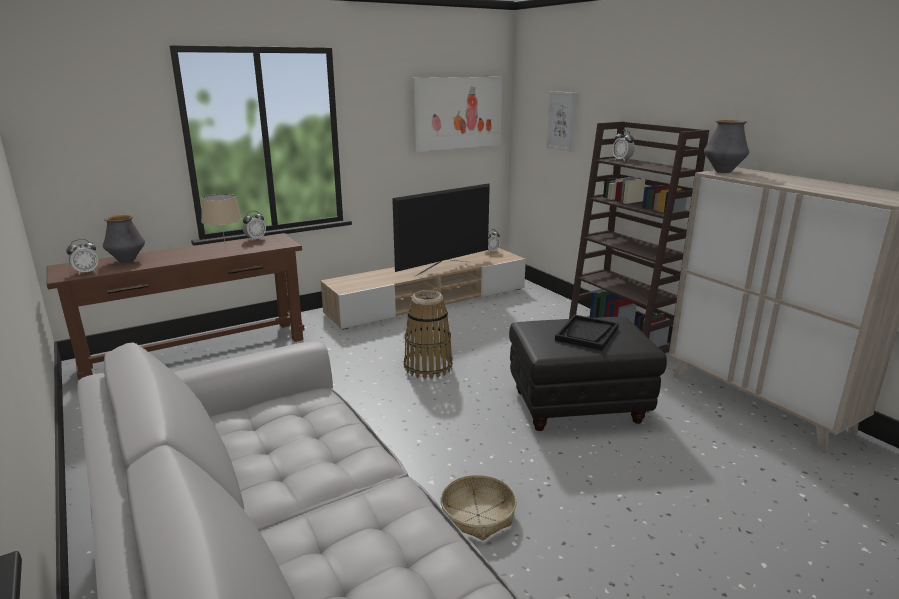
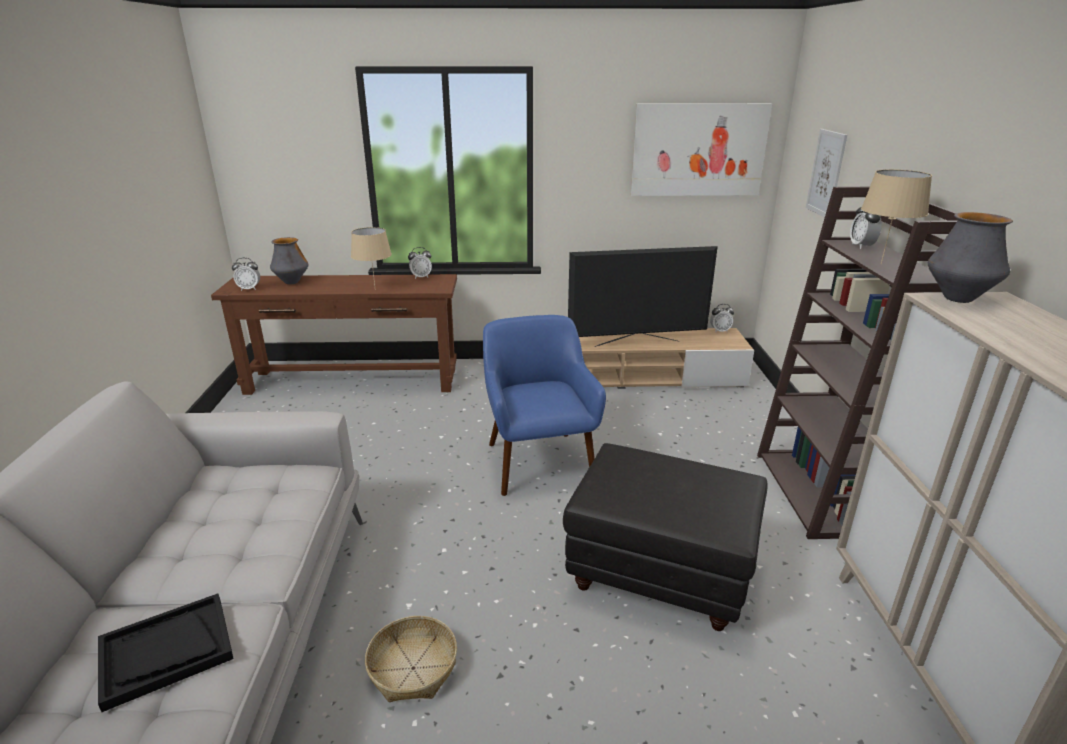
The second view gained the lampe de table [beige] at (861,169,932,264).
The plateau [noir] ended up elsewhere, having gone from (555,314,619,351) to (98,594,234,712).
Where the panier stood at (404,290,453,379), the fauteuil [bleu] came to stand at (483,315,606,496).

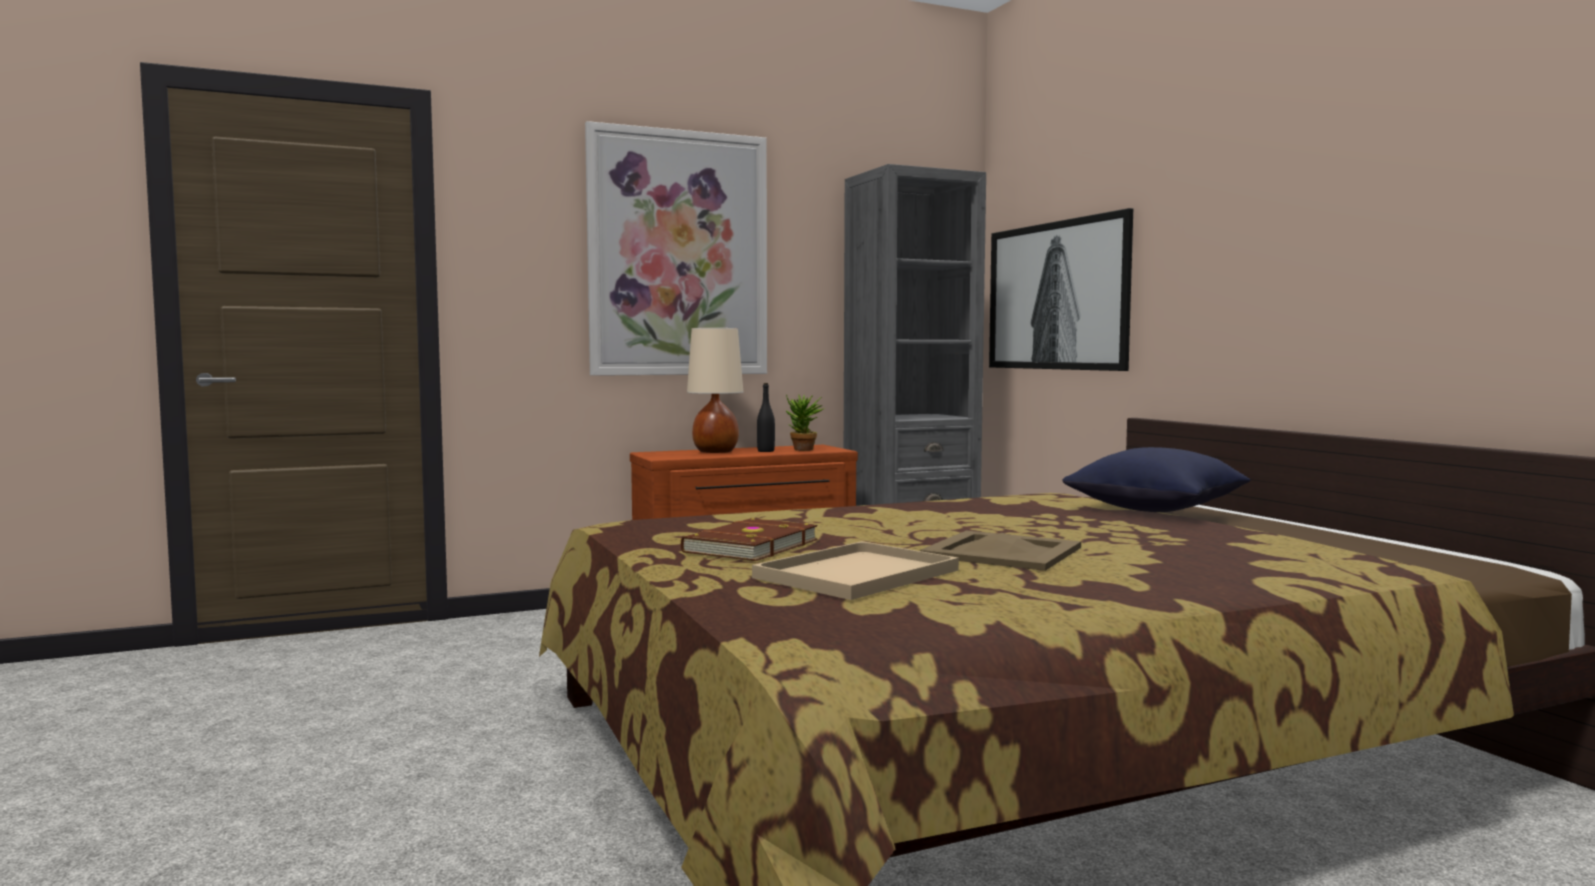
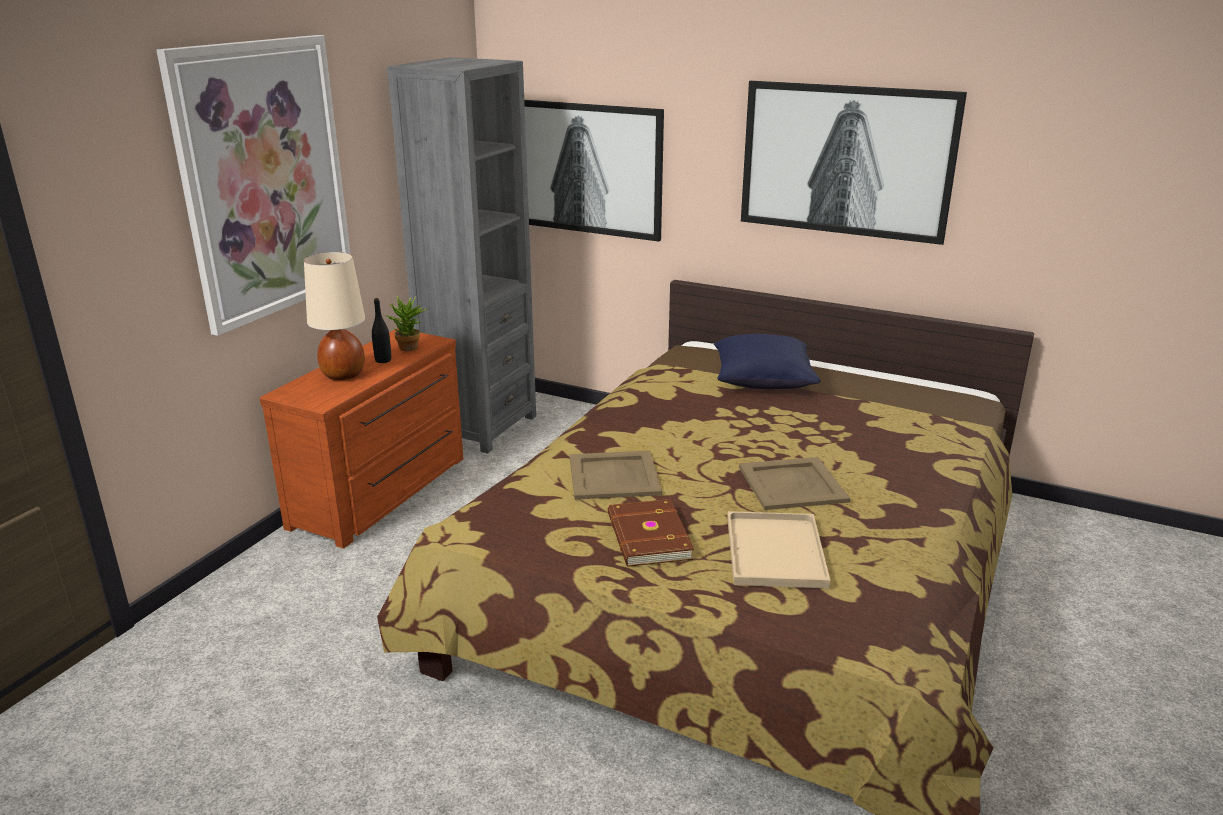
The second view gained the plateau [beige] at (570,451,662,500).
The second view gained the tableau at (741,81,967,245).

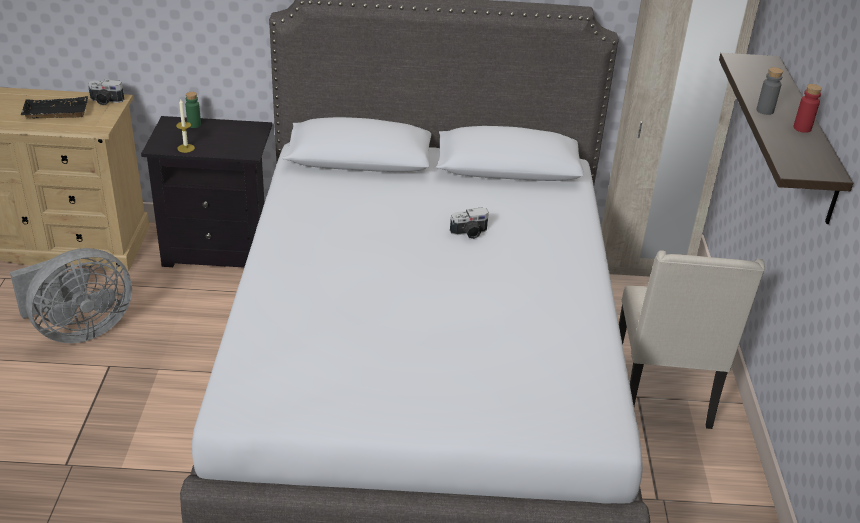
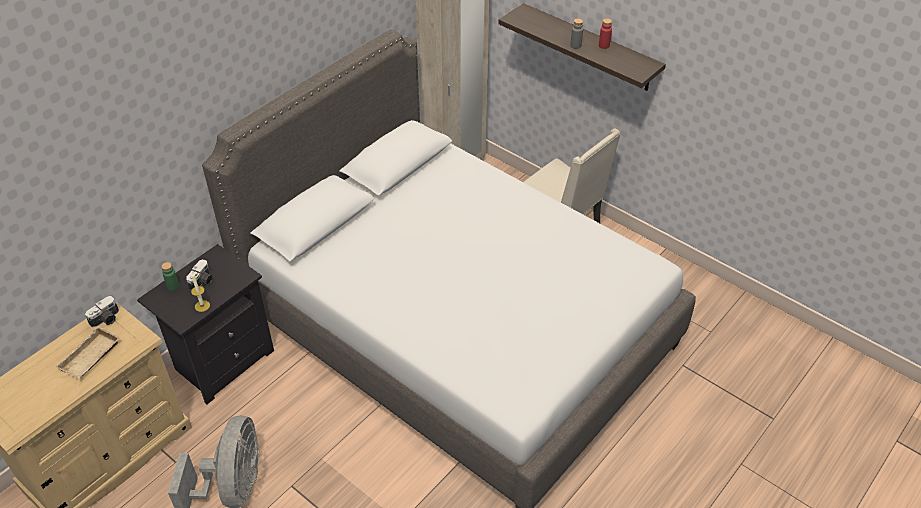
The appareil photo ended up elsewhere, having gone from (450,208,489,239) to (186,259,213,290).
What was the plateau [noir] at (21,96,88,118) turned into the plateau [beige] at (56,326,120,379).

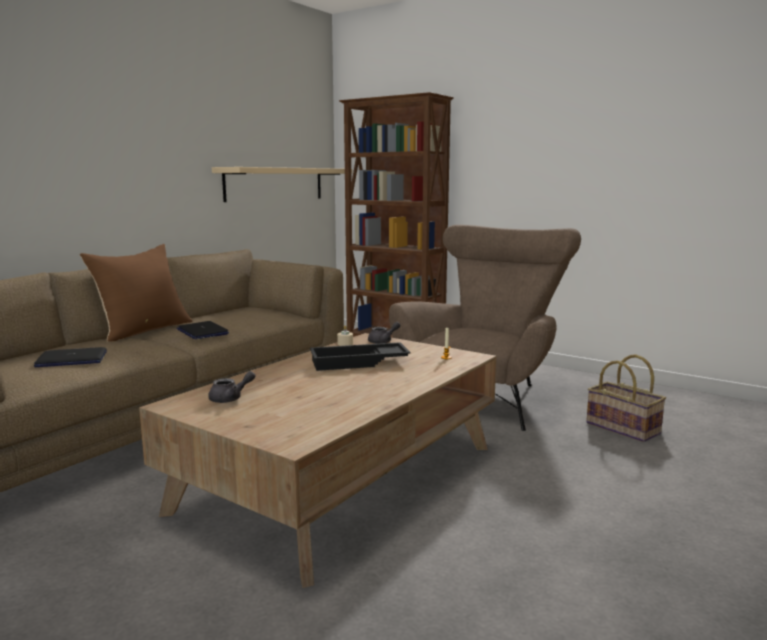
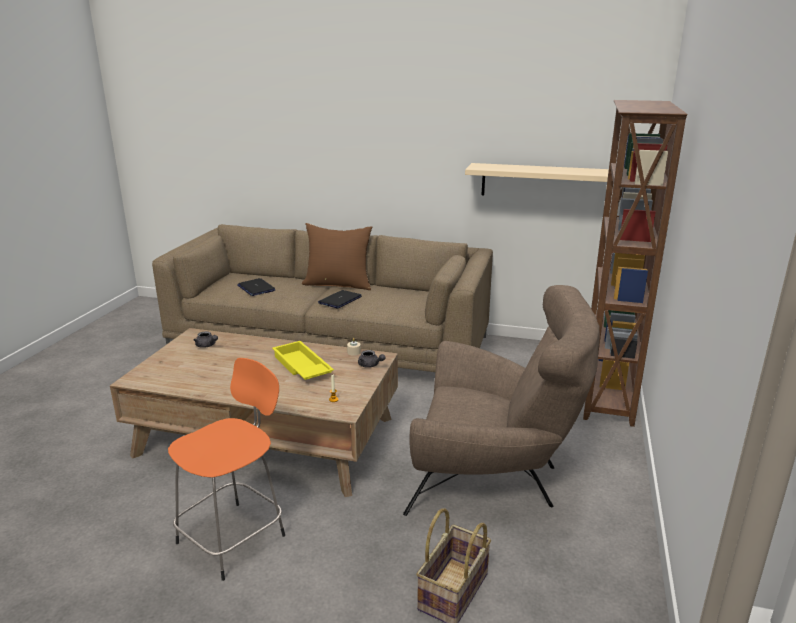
The second view gained the tabouret [orange] at (168,358,285,581).
What was the plateau [noir] at (310,342,411,371) turned into the plateau [jaune] at (272,341,334,380).

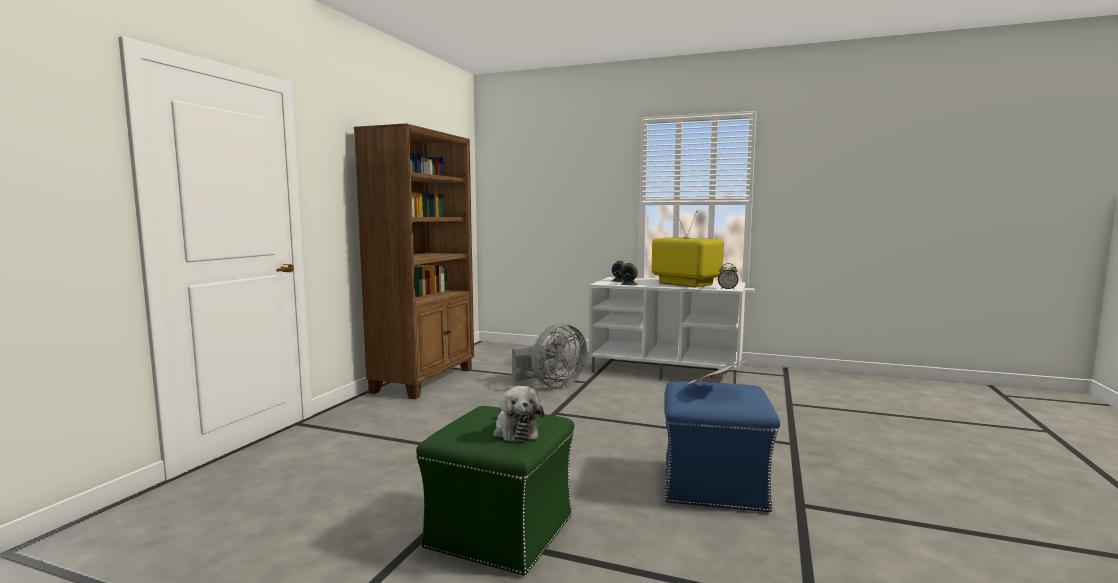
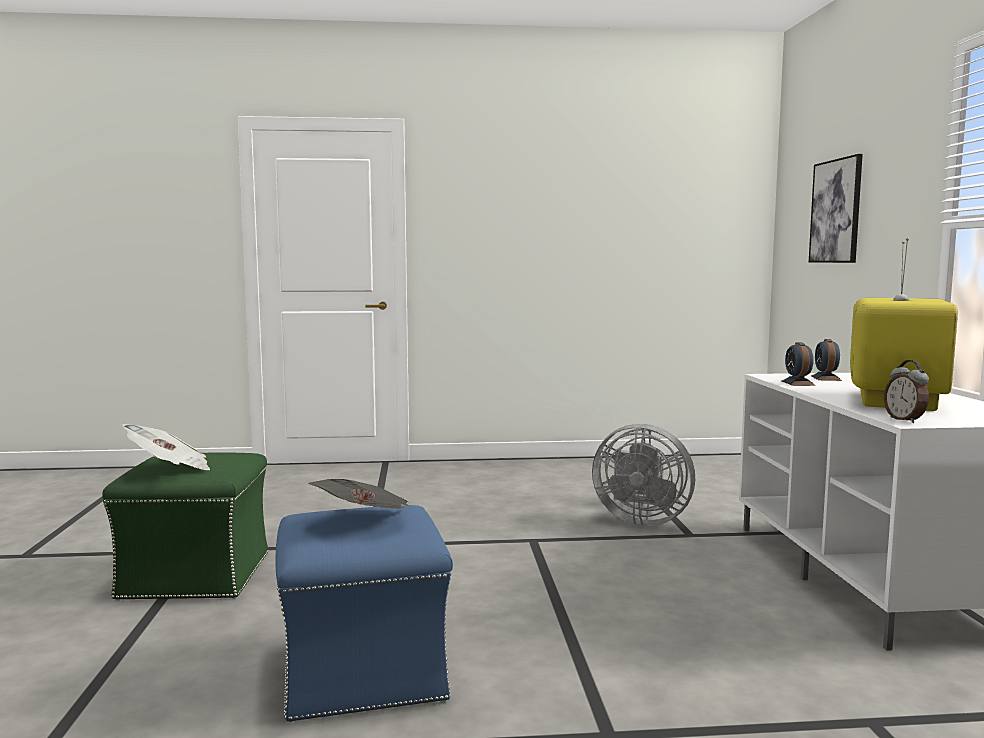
The second view lost the bibliothèque [marron] at (354,123,474,399).
The second view gained the tableau at (809,154,863,263).
Where the peluche stood at (494,386,544,442), the journal came to stand at (122,424,210,470).

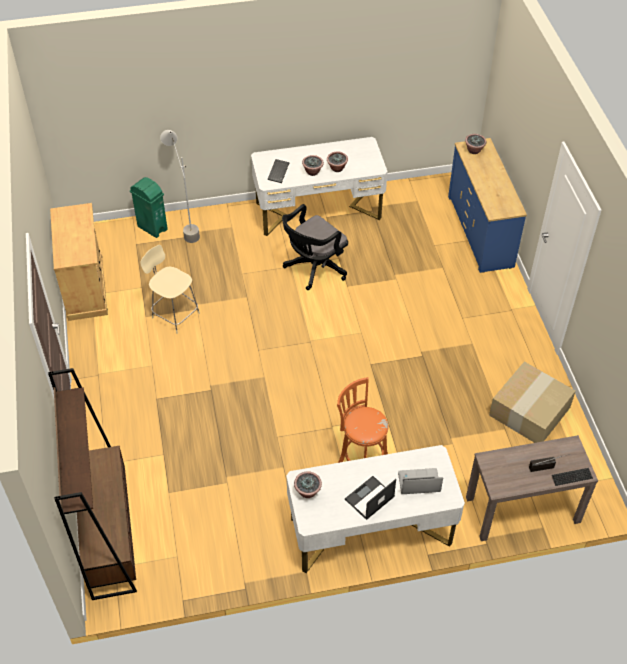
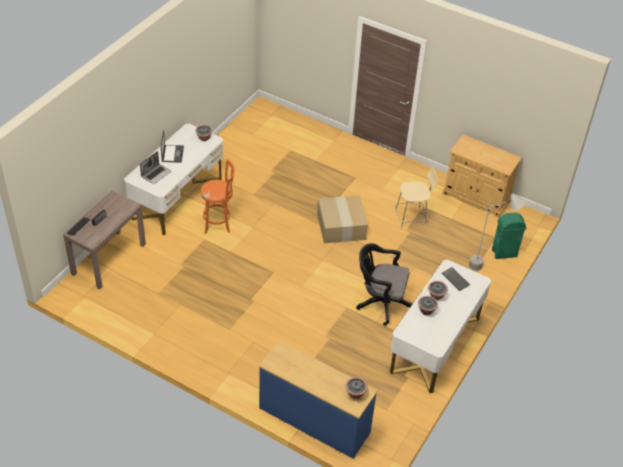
The second view lost the bibliothèque [marron] at (48,368,137,600).
The carton ended up elsewhere, having gone from (489,361,576,443) to (317,195,368,243).
The chaise de bureau [noir] at (282,204,348,290) ended up facing another way, 75 degrees counterclockwise from before.

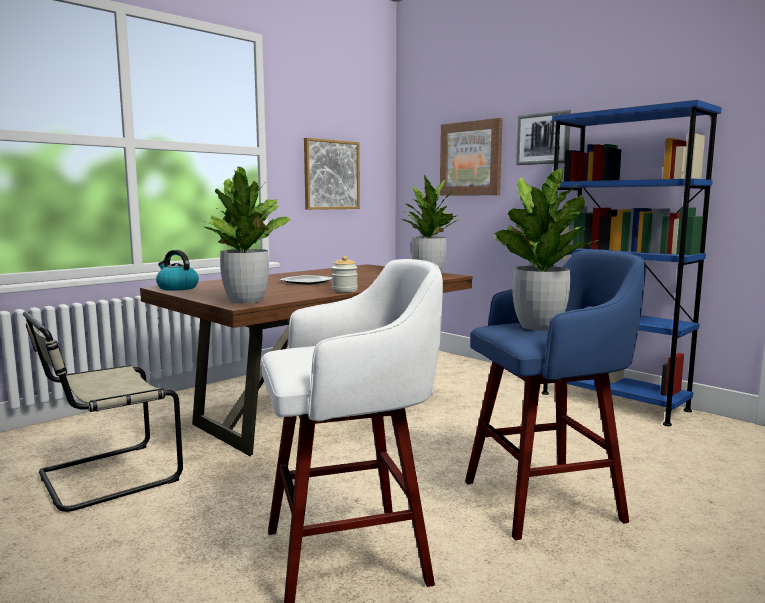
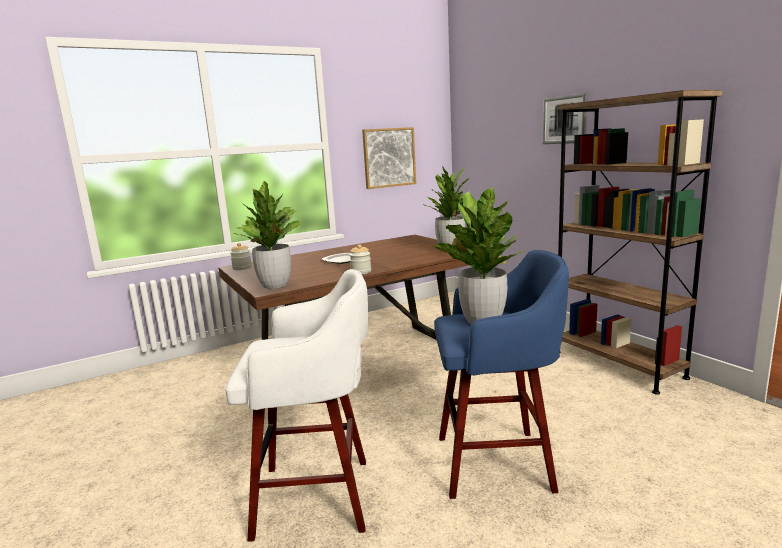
The second view lost the chaise [beige] at (23,311,183,512).
The second view lost the tableau at (440,118,503,196).
Where the bouilloire stood at (156,250,199,291), the bocal came to stand at (230,243,252,270).
What was the bibliothèque [bleu] at (542,100,722,426) turned into the bibliothèque [marron] at (558,90,722,395).

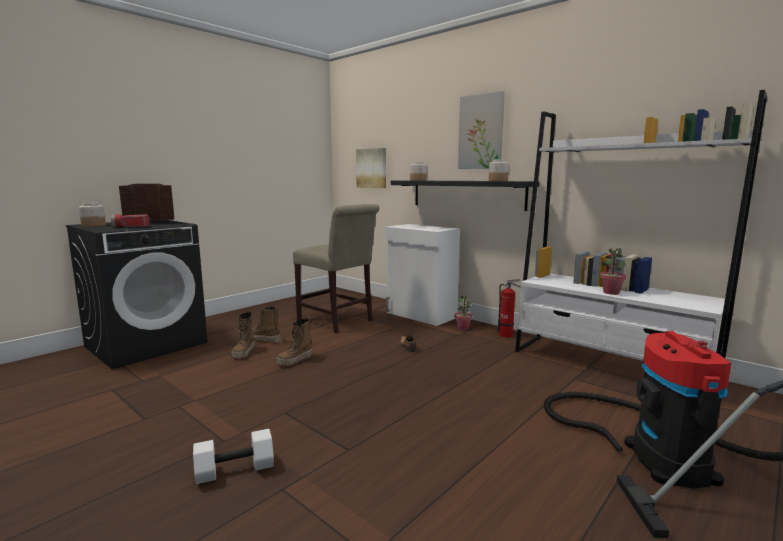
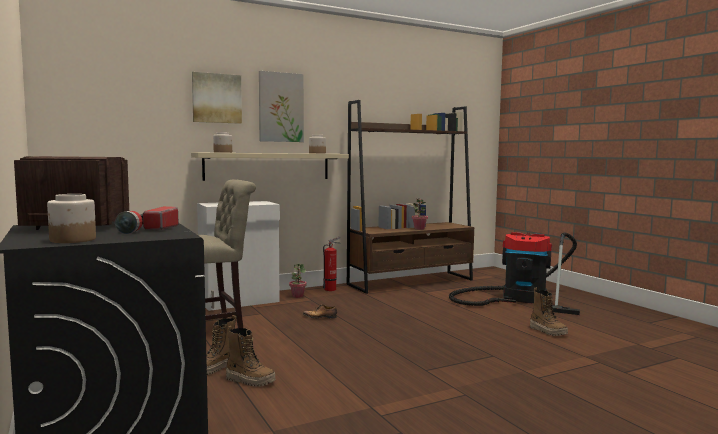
The second view lost the haltère [blanc] at (193,429,274,484).
The botte ended up elsewhere, having gone from (277,316,312,366) to (530,288,568,336).
The tableau ended up elsewhere, having gone from (356,148,386,188) to (192,72,242,124).
What was the étagère [noir] at (391,180,539,211) turned into the étagère [beige] at (191,152,349,181).
What was the bibliothèque [blanc] at (515,90,767,359) turned into the bibliothèque [marron] at (347,100,474,294).

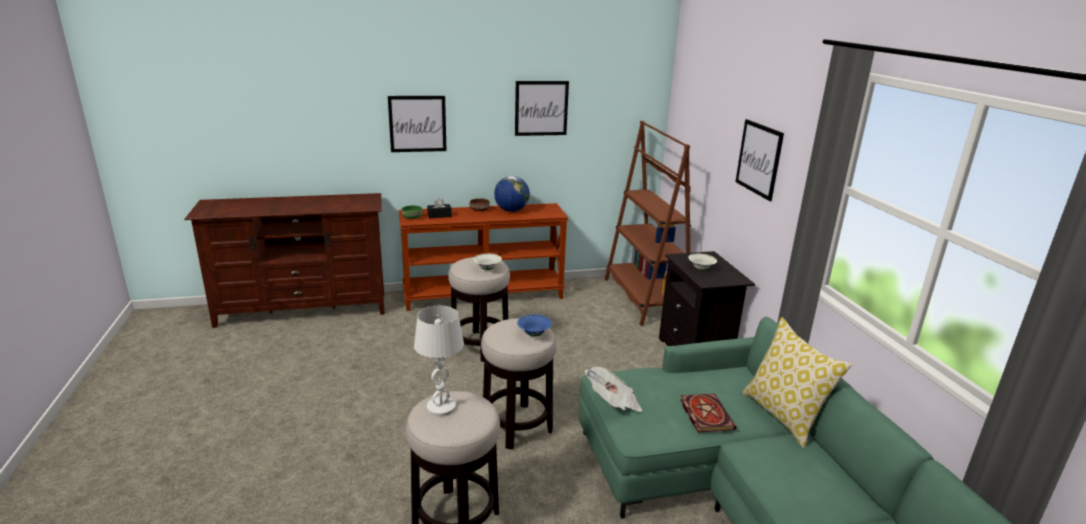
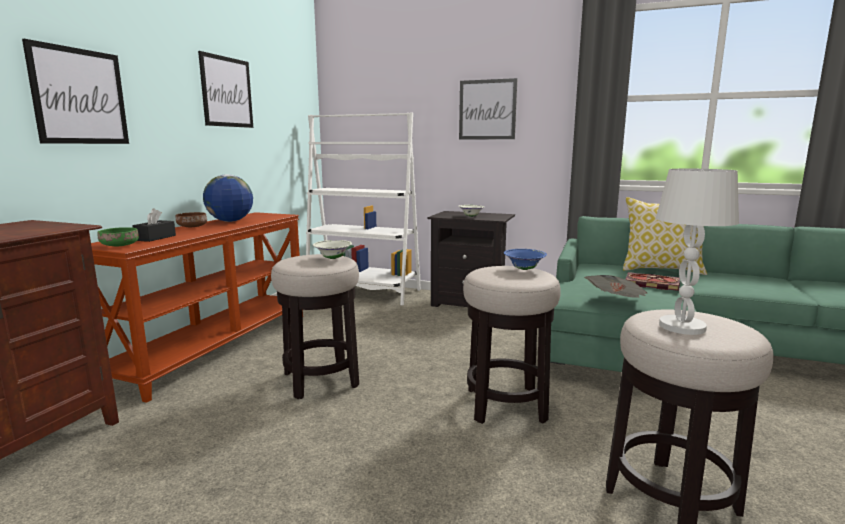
What was the bibliothèque [marron] at (605,121,691,326) turned into the bibliothèque [blanc] at (306,112,421,306).

